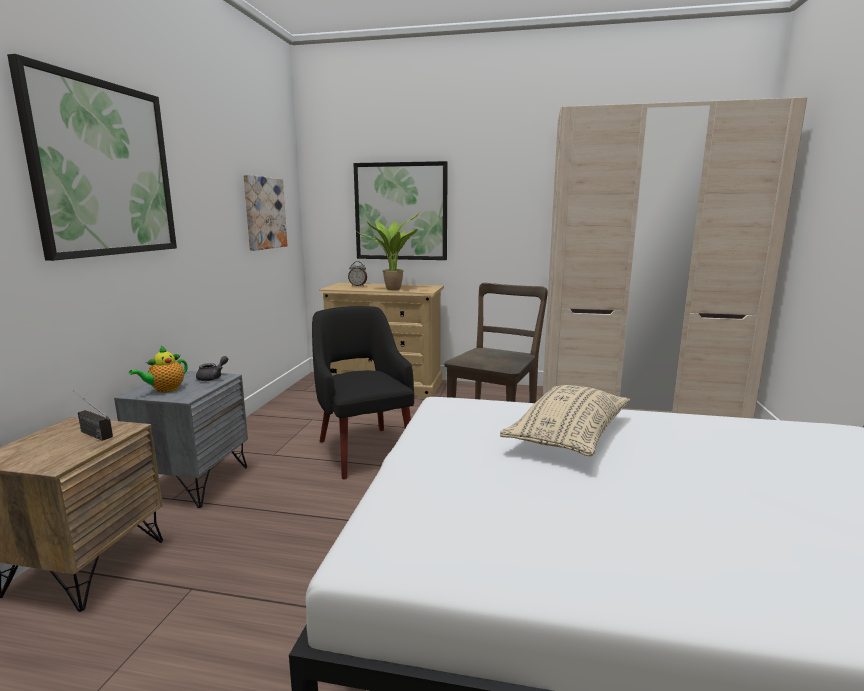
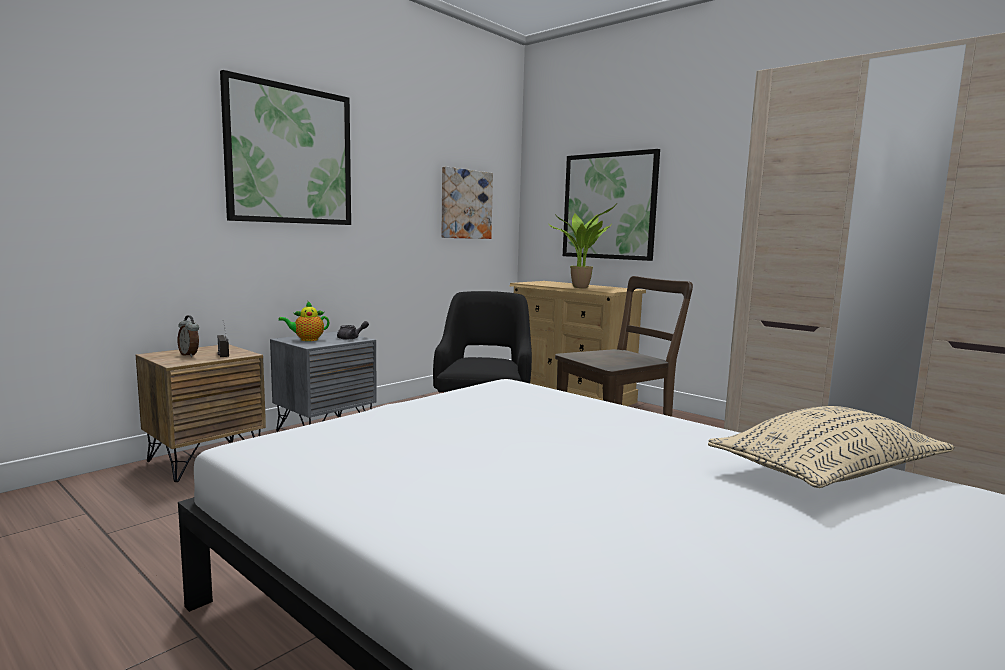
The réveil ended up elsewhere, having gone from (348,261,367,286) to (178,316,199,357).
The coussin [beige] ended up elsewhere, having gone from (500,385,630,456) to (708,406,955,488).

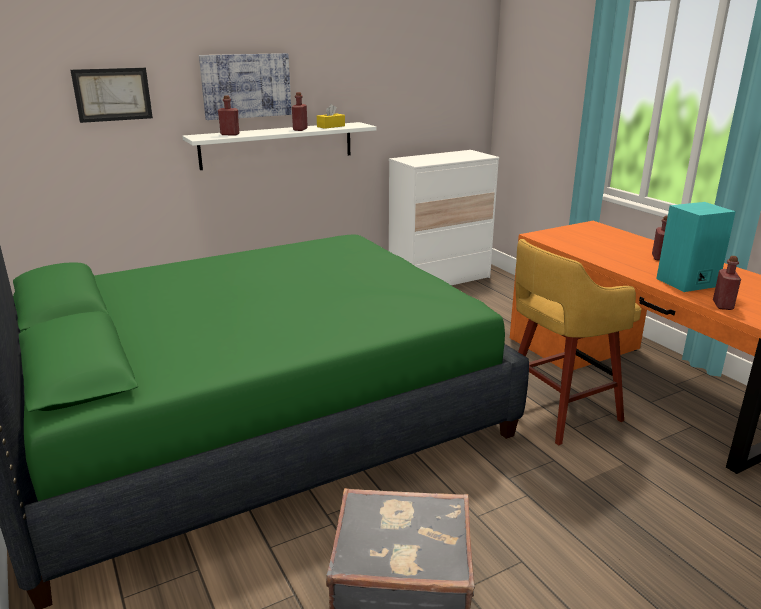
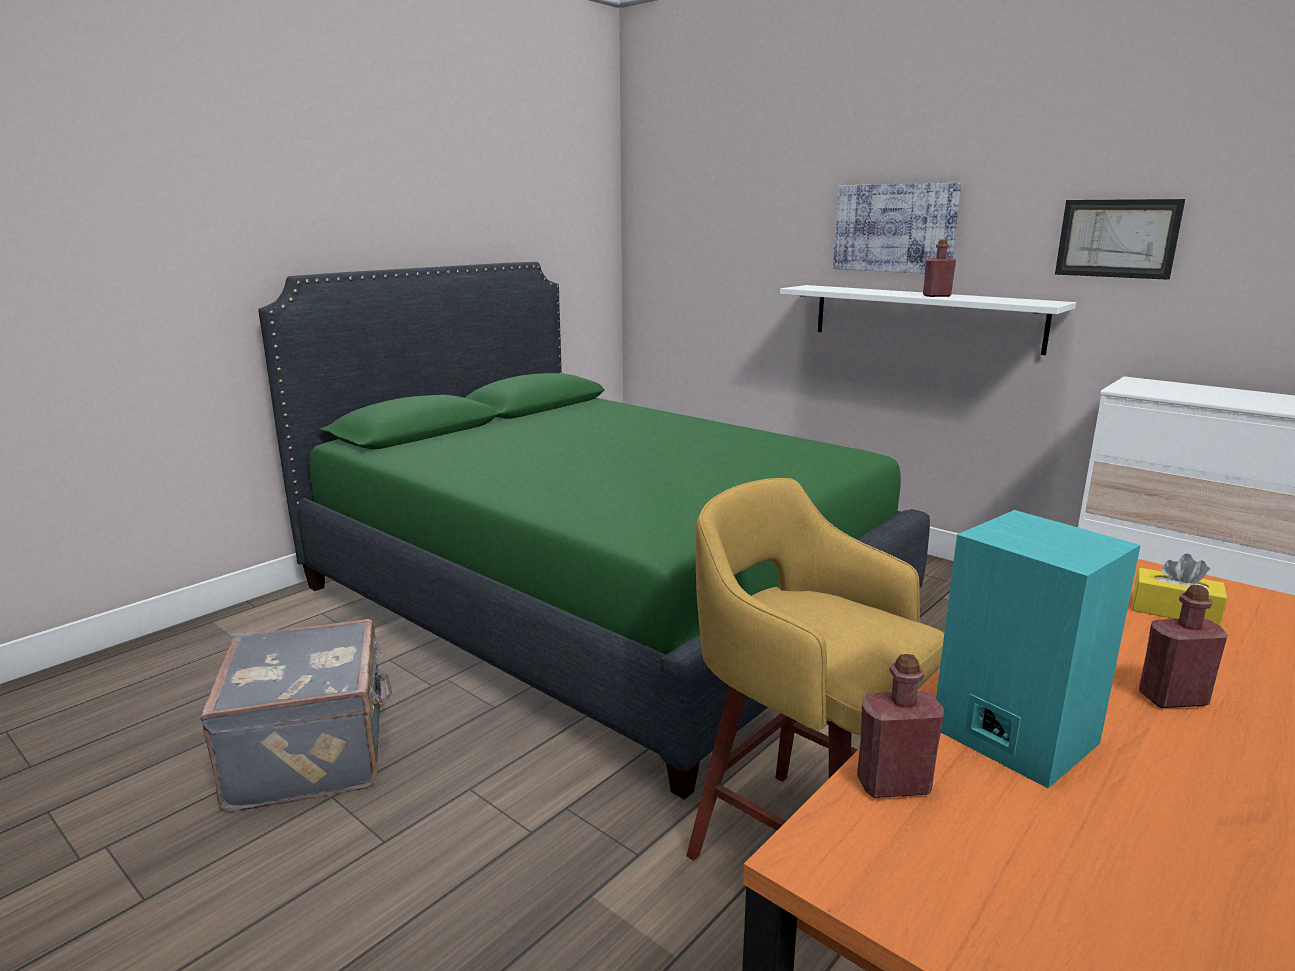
The second view lost the bouteille [rouge] at (218,95,239,135).
The tableau ended up elsewhere, having gone from (71,68,153,123) to (1055,199,1185,280).
The boîte à mouchoirs [jaune] ended up elsewhere, having gone from (317,104,345,129) to (1132,554,1227,626).

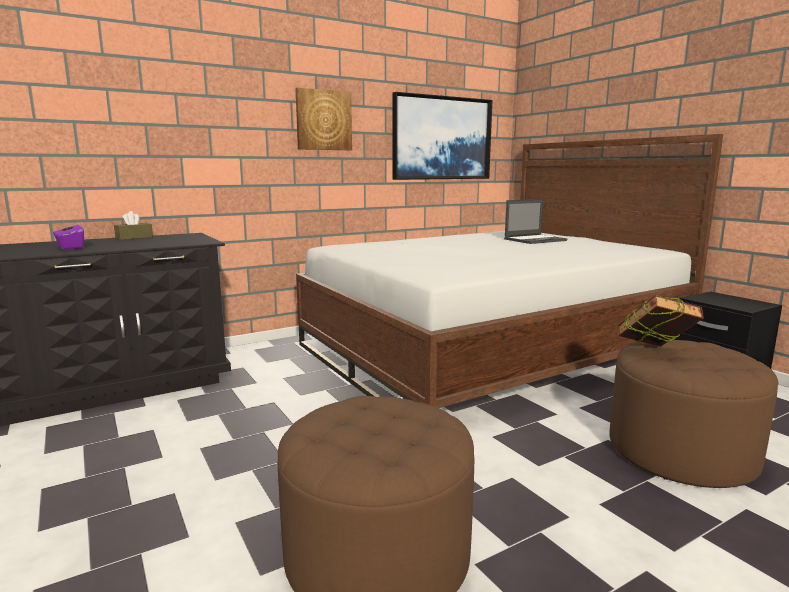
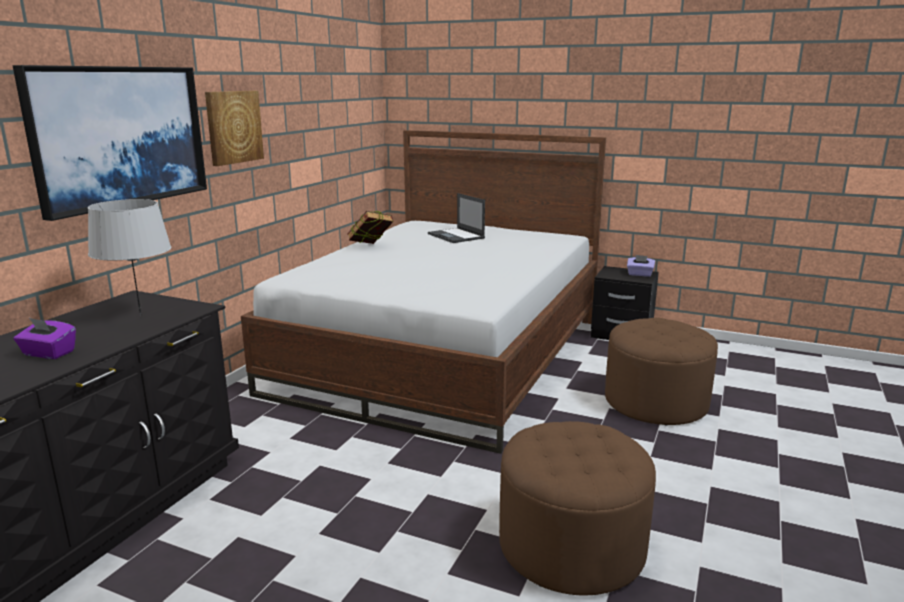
The second view lost the boîte à mouchoirs [marron] at (114,211,153,240).
The second view gained the lampe de table [gris] at (88,199,171,316).
The second view gained the boîte à mouchoirs [violet] at (627,255,655,277).
The tableau ended up elsewhere, having gone from (392,92,492,180) to (13,65,207,221).
The livre ended up elsewhere, having gone from (618,295,703,347) to (348,211,394,244).
The ordinateur portable at (504,199,567,244) ended up facing another way, 120 degrees clockwise from before.

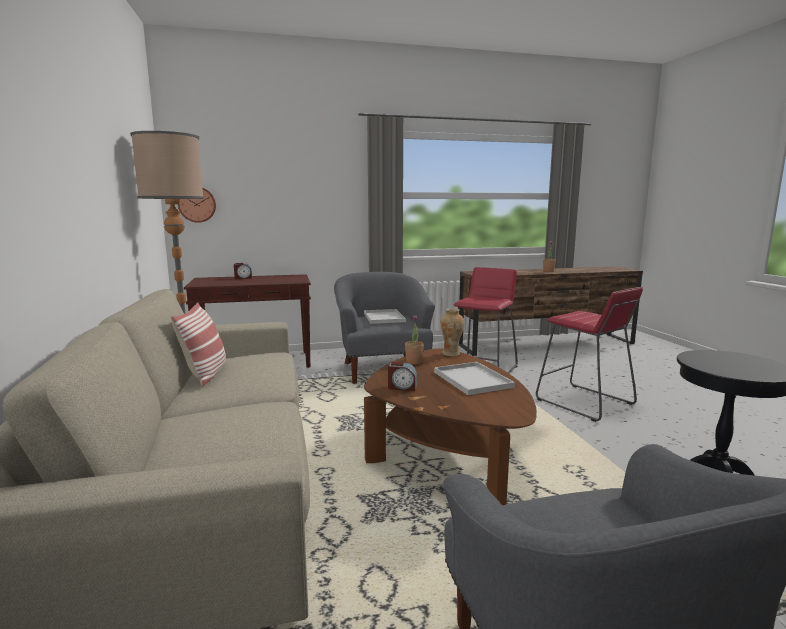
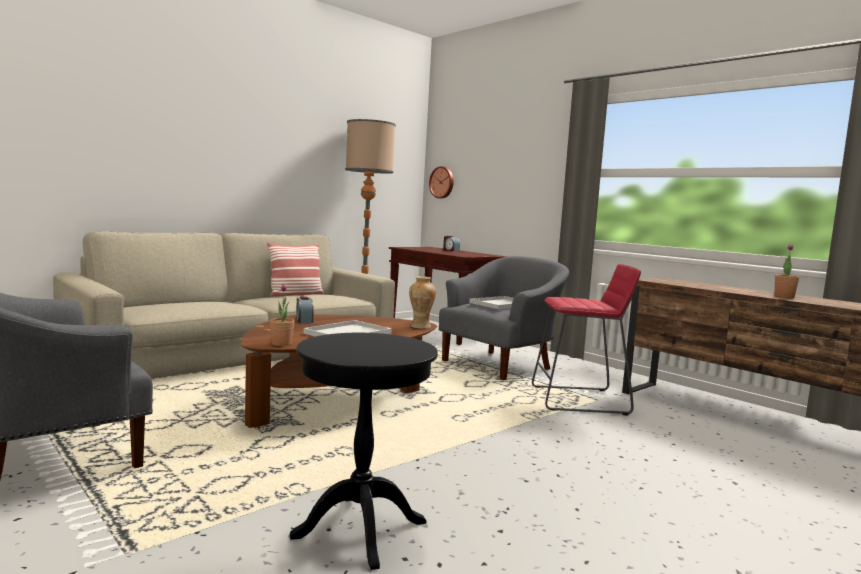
The second view lost the tabouret [rouge] at (536,287,643,422).
The plante en pot ended up elsewhere, having gone from (405,315,424,364) to (270,284,294,346).

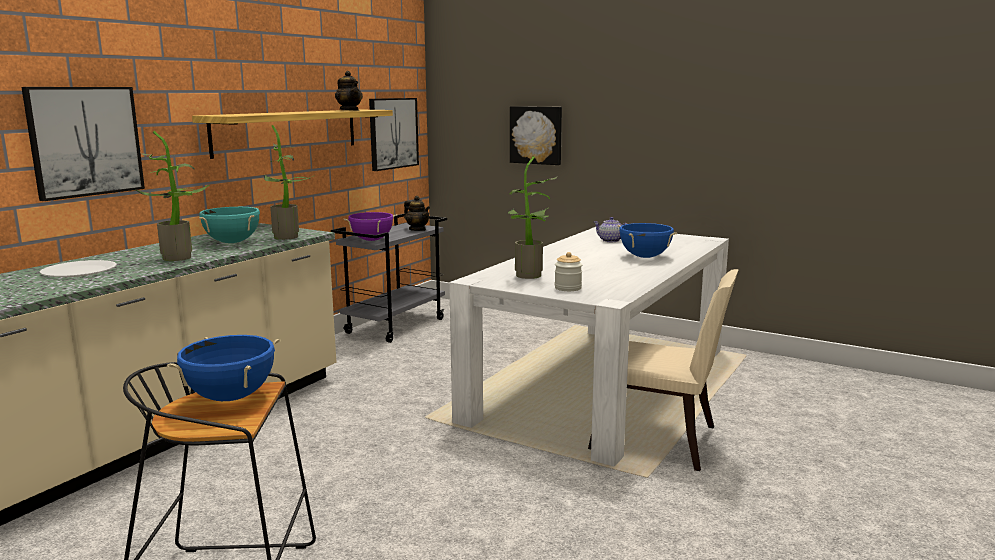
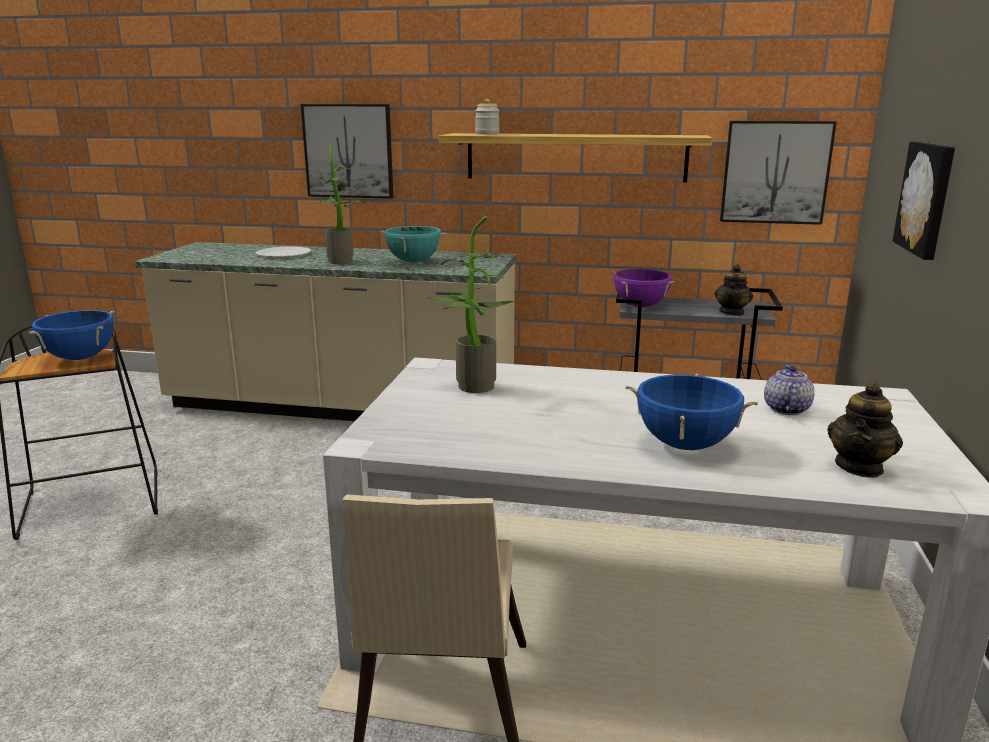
The second view lost the plante en pot at (263,125,313,240).
The théière ended up elsewhere, having gone from (335,71,363,111) to (827,382,903,478).
The bocal ended up elsewhere, having gone from (555,252,582,291) to (475,99,500,134).

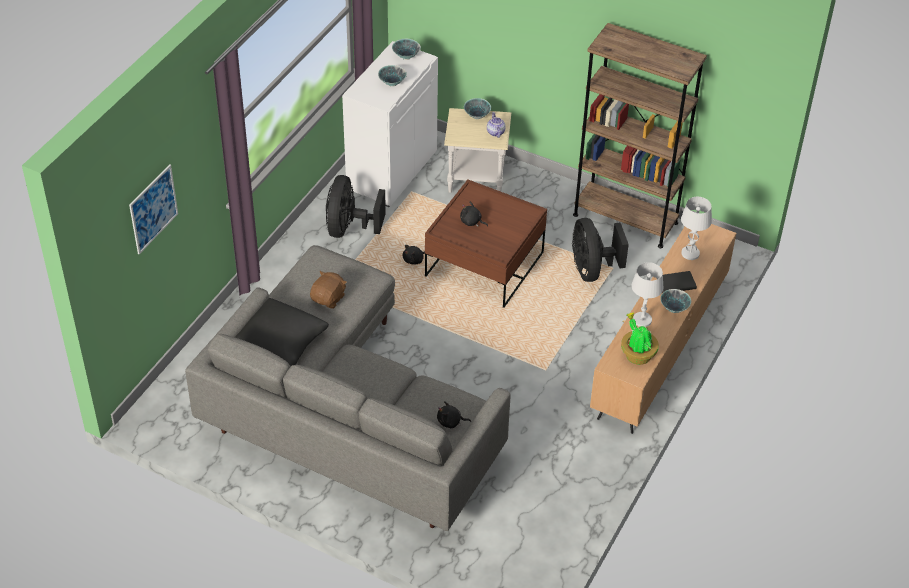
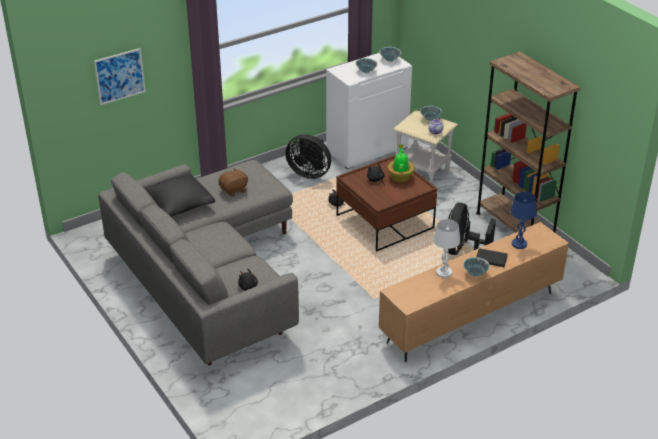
The plante en pot ended up elsewhere, having gone from (621,312,659,365) to (388,144,414,182).
What was the lampe de table [blanc] at (681,197,712,260) turned into the lampe de table [bleu] at (510,192,537,249).
The ventilateur [noir] at (326,175,386,238) ended up facing another way, 105 degrees counterclockwise from before.

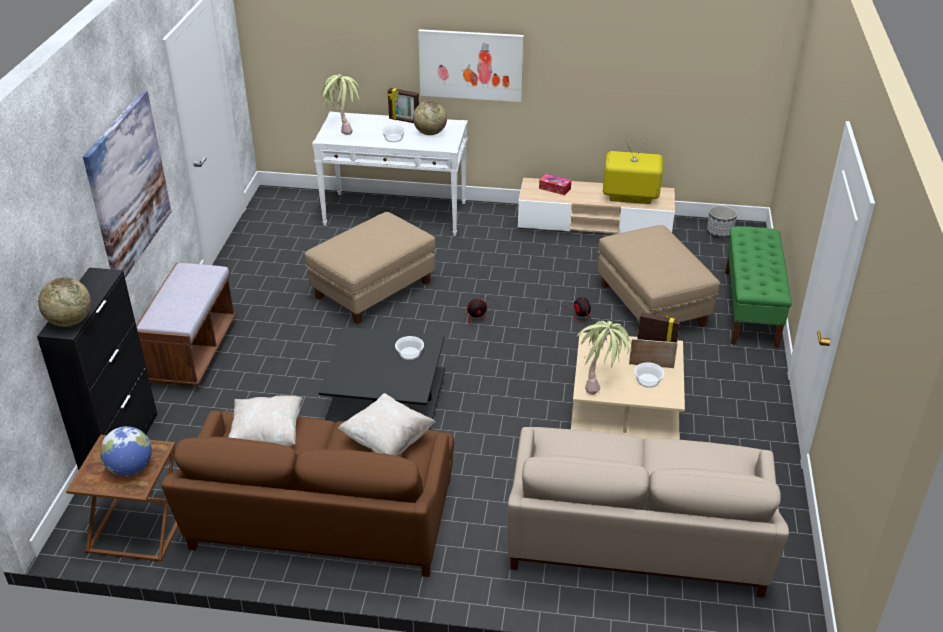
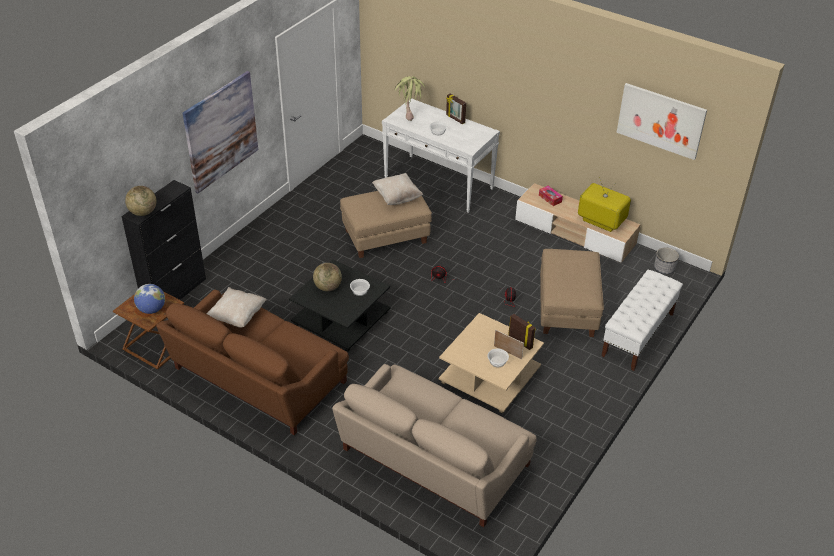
The second view lost the banc [marron] at (136,263,236,387).
The second view lost the plante en pot at (576,321,632,395).
The coussin [beige] ended up elsewhere, having gone from (338,393,436,456) to (372,173,423,205).
The globe ended up elsewhere, having gone from (413,101,447,135) to (313,263,342,291).
The tableau ended up elsewhere, having gone from (418,29,524,102) to (616,83,707,160).
What was the banc [vert] at (725,226,792,348) turned into the banc [blanc] at (601,270,683,371).

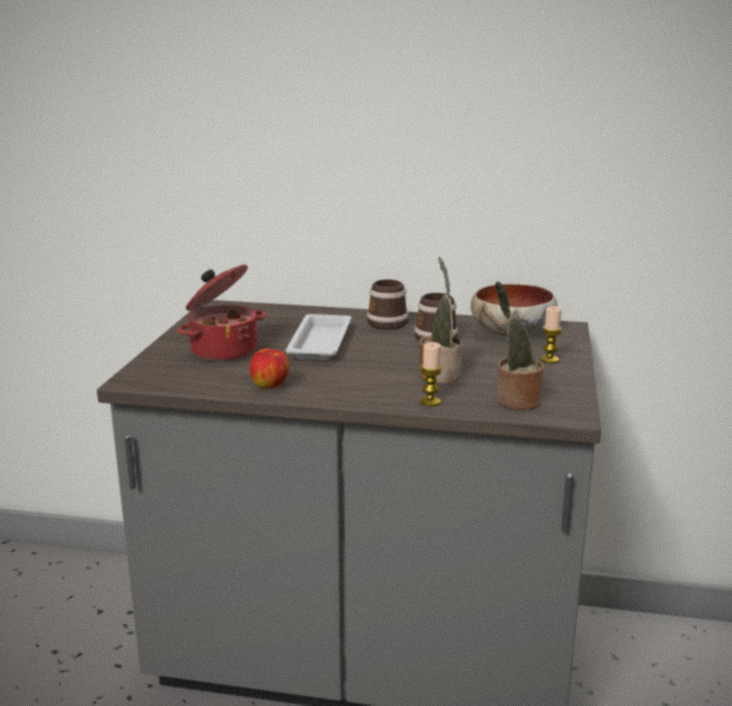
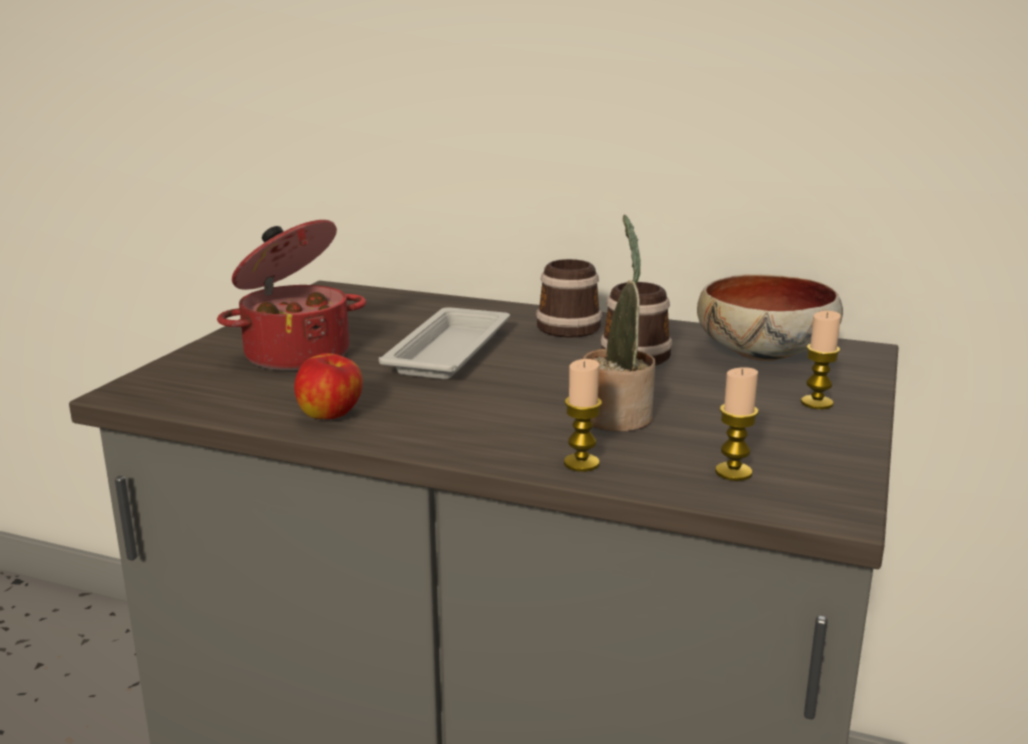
Where the plante en pot stood at (495,282,544,410), the bougie came to stand at (715,367,758,481).

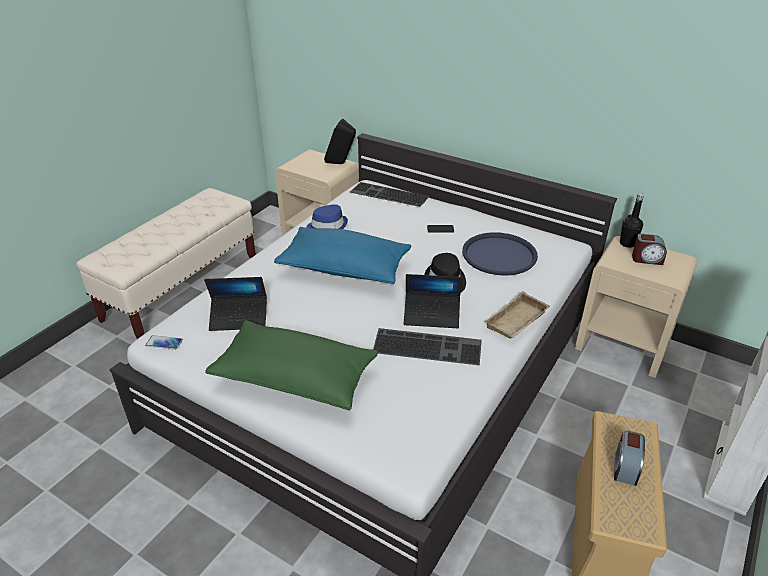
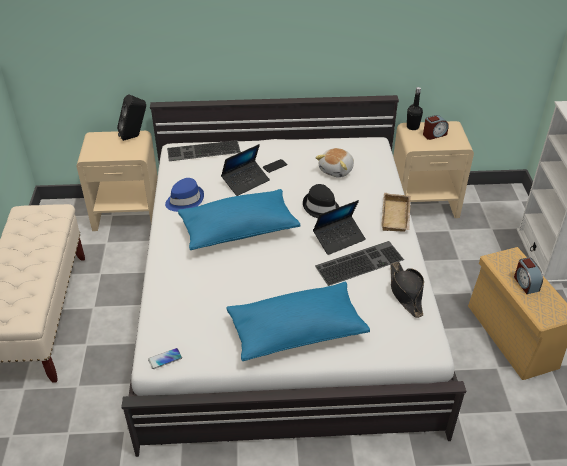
The second view gained the chapeau [noir] at (390,262,424,318).
The ordinateur portable ended up elsewhere, having gone from (204,277,267,331) to (221,144,270,196).
Where the plateau [bleu] stood at (462,232,538,276), the peluche came to stand at (315,148,354,178).
What was the coussin [vert] at (205,320,378,411) turned into the coussin [bleu] at (226,282,370,361).

